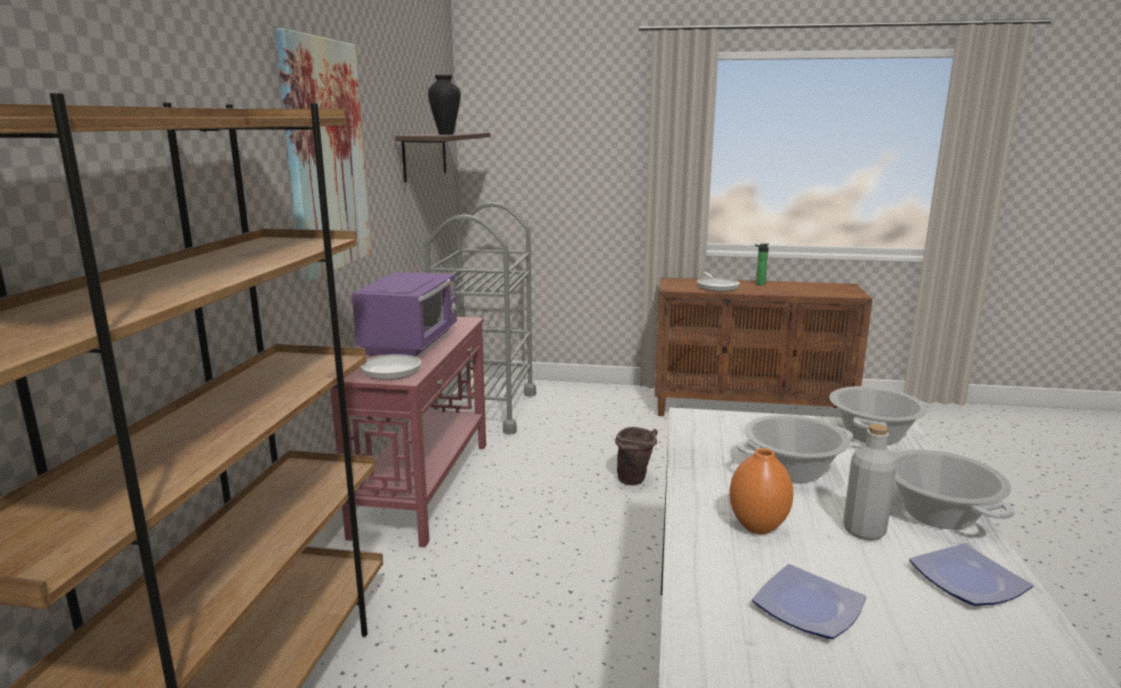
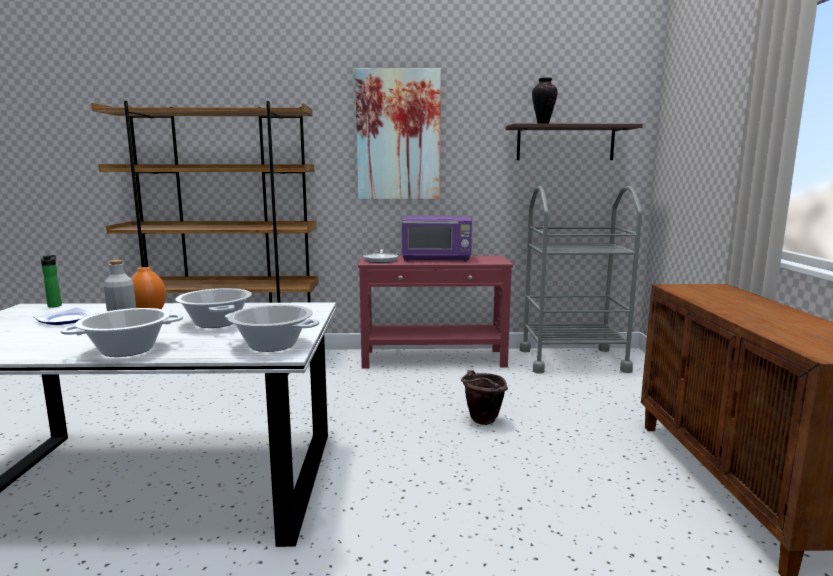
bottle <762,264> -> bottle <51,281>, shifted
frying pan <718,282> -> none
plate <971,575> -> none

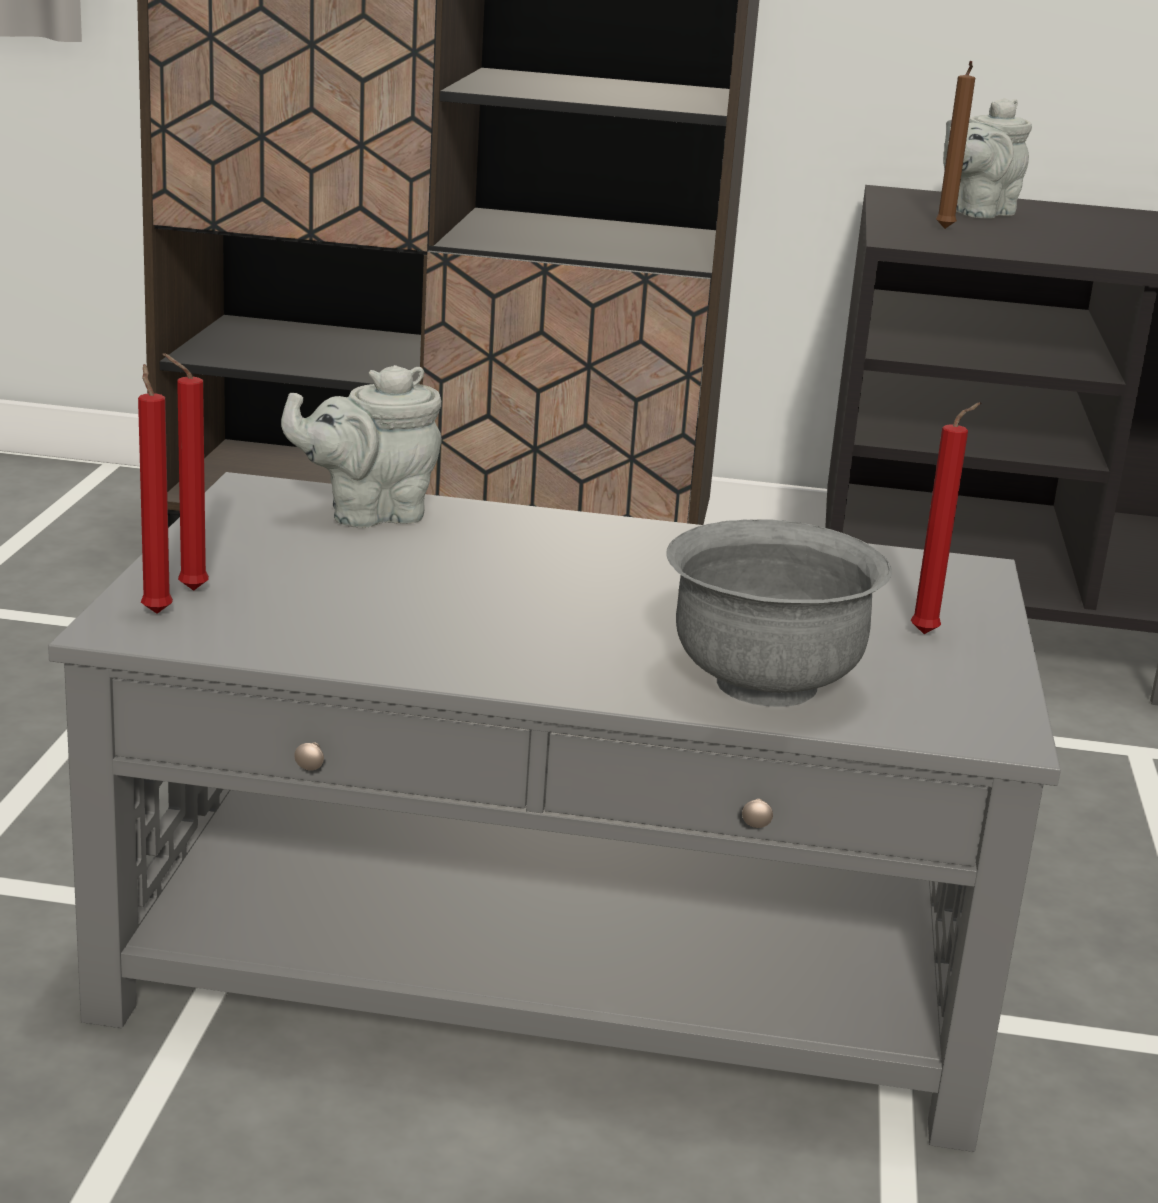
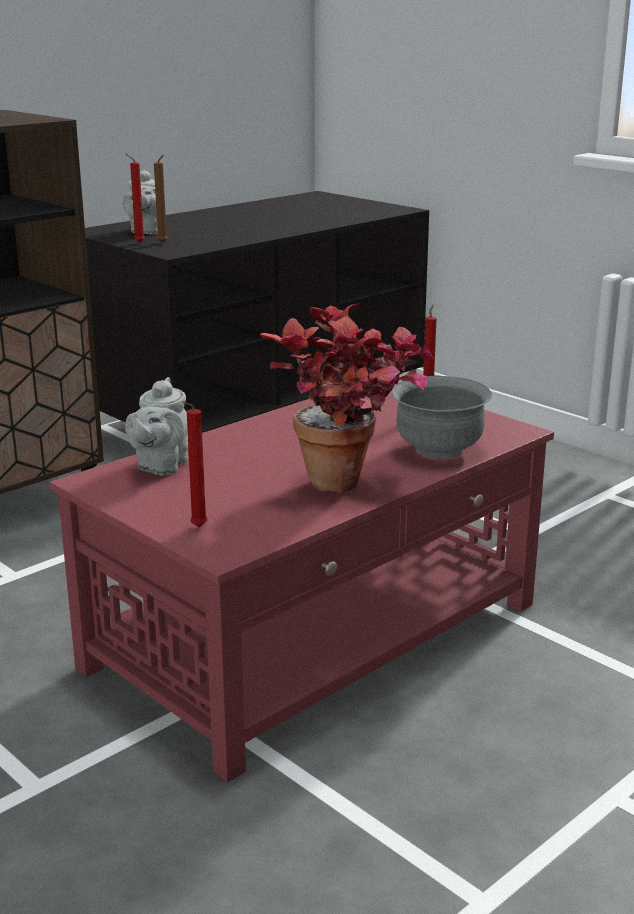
low table (grey) <554,812> -> low table (reddish) <301,582>
candle (reddish) <155,489> -> candle (reddish) <135,198>, shifted
none -> potted plant <346,397>

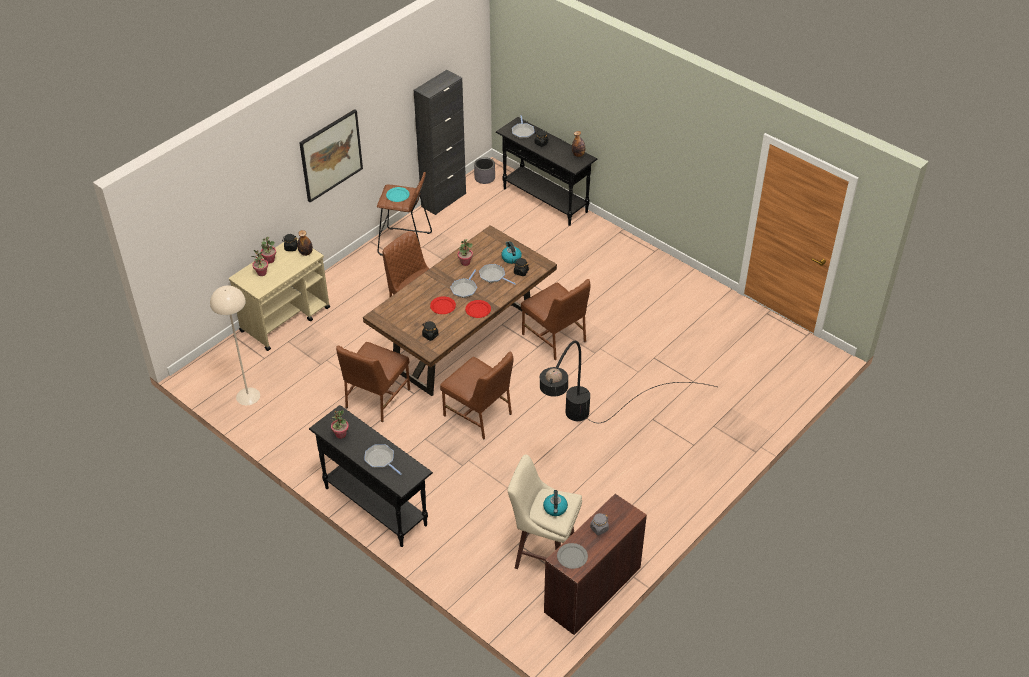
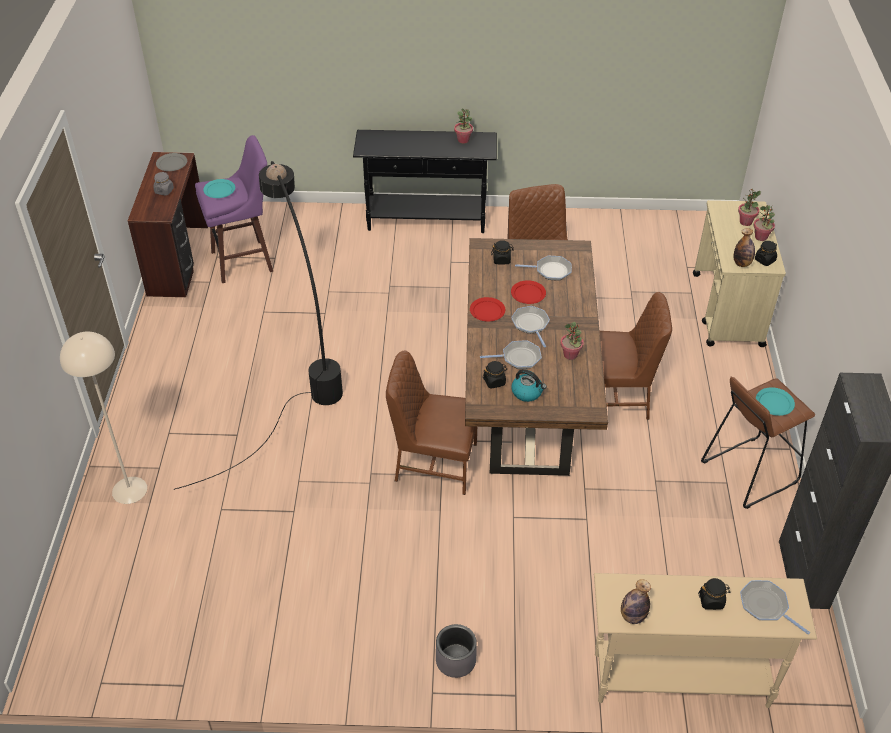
standing lamp (beige-coloured) <235,345> -> standing lamp (beige-coloured) <103,418>, shifted
sitting stool (beige-coloured) <545,511> -> sitting stool (purple) <234,209>
water kettle <555,503> -> plate (turquoise) <219,188>
flower pot (grey) <484,170> -> flower pot (grey) <456,651>, shifted
frying pan <383,459> -> frying pan <543,268>, shifted
hall table (black-coloured) <546,171> -> hall table (beige-coloured) <705,640>
picture <331,155> -> none
upright chair (brown) <477,395> -> none

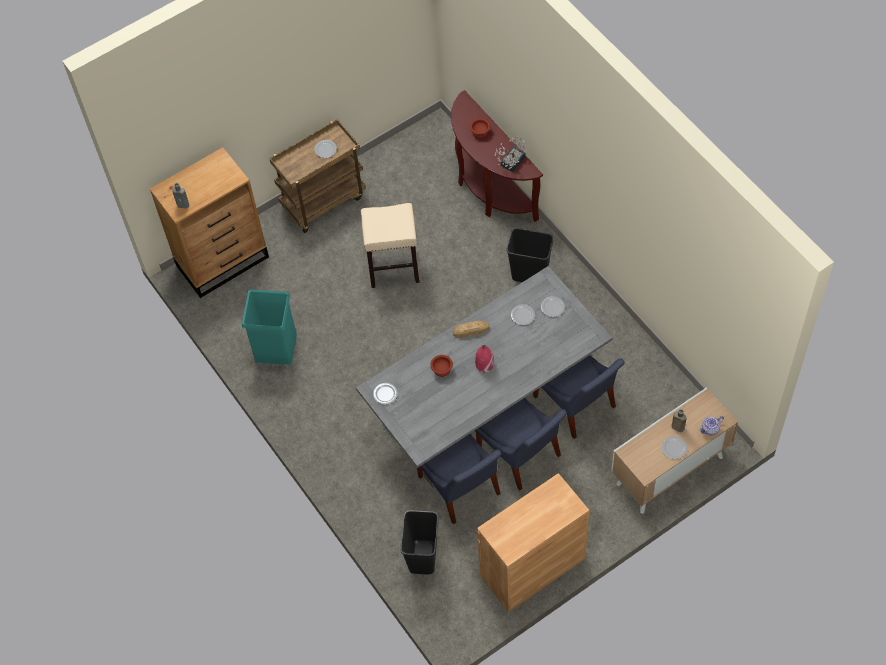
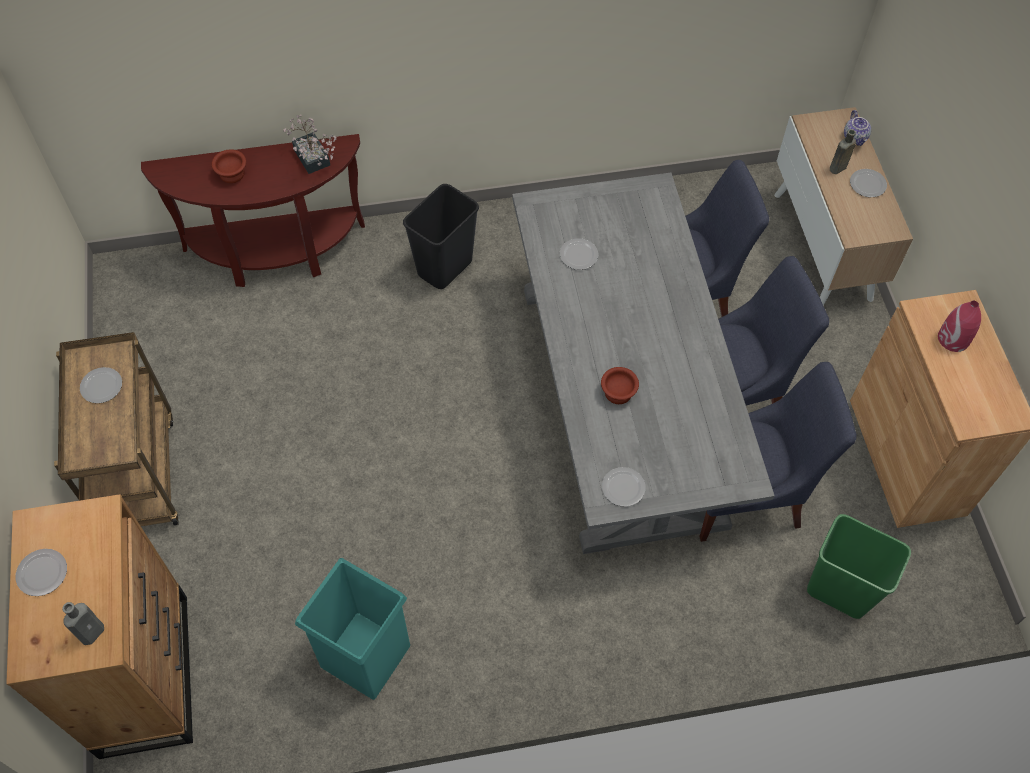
plate <553,306> -> plate <41,572>, shifted
rubbish bin (black-coloured) <419,542> -> rubbish bin (green) <859,566>
vase (reddish) <484,359> -> vase (reddish) <959,326>, shifted
sitting stool (beige-coloured) <390,245> -> none
bread <471,329> -> none

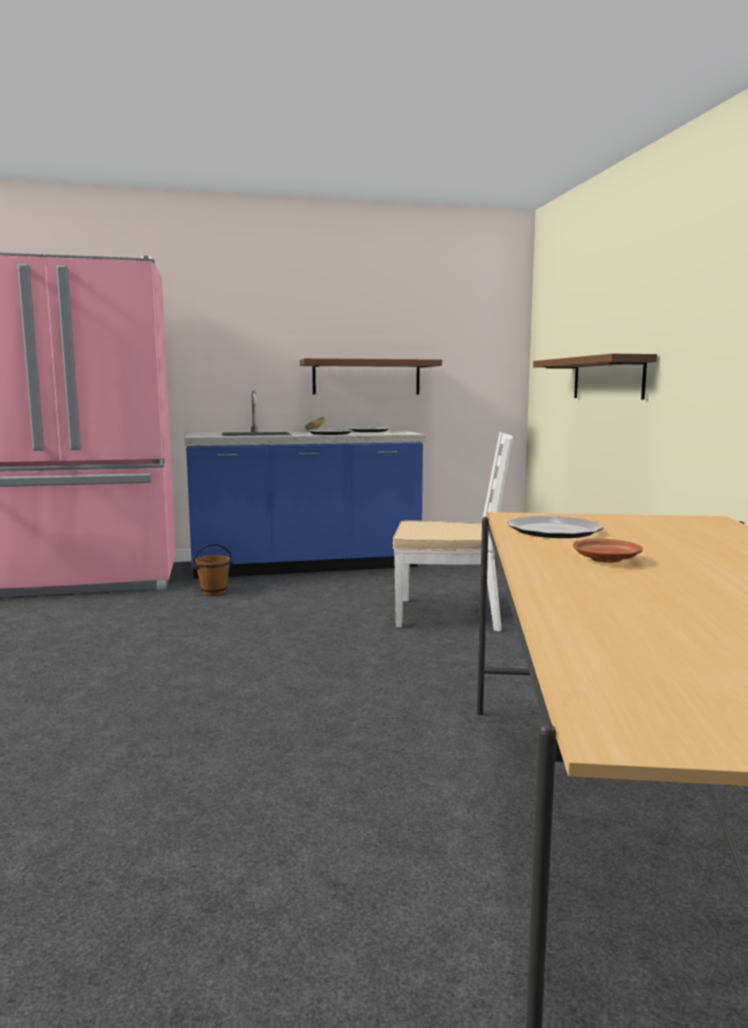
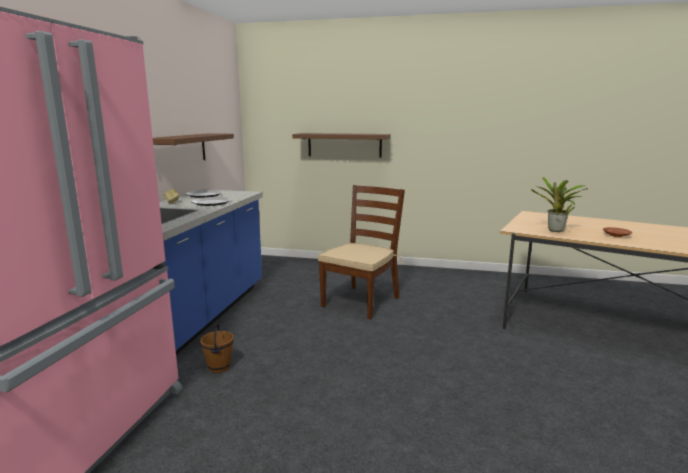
upright chair (white-coloured) <453,532> -> upright chair (brown) <361,252>
plate <555,527> -> potted plant <559,204>

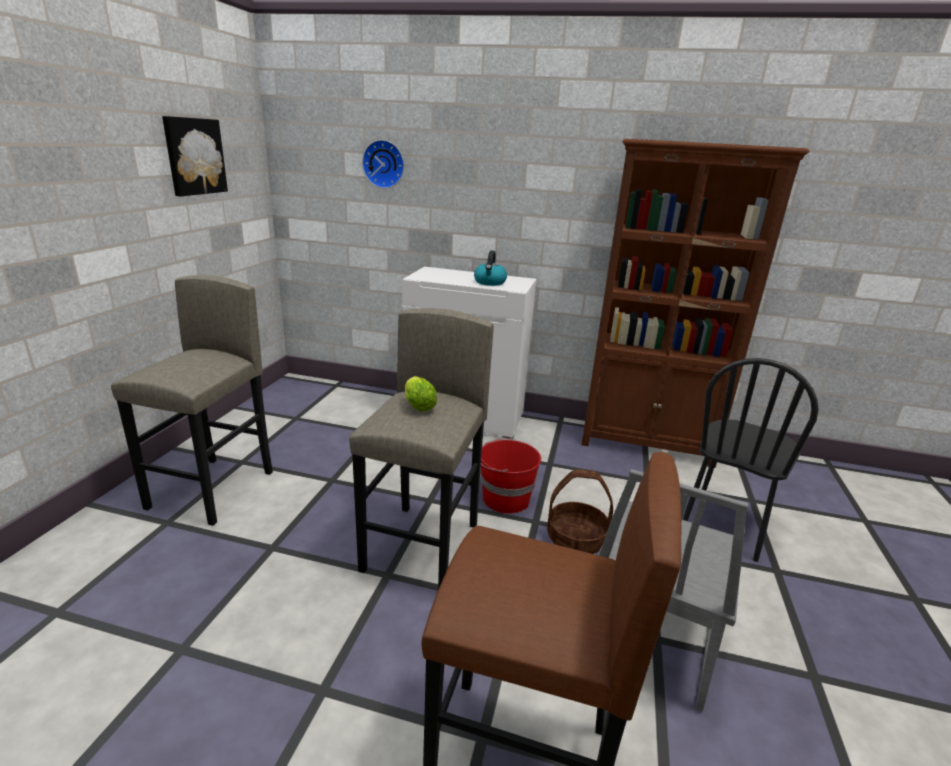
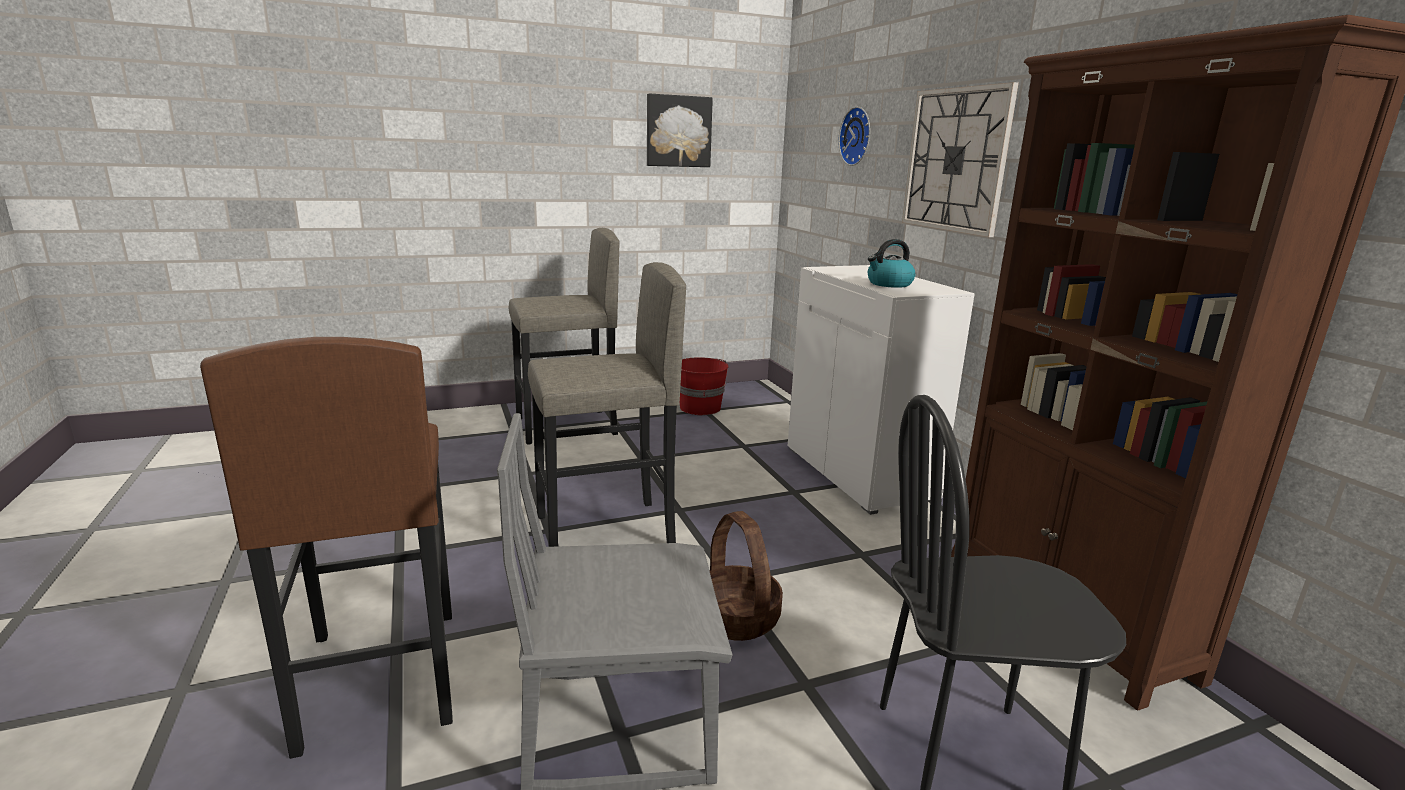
pail (reddish) <510,476> -> pail (reddish) <704,386>, shifted
none -> wall clock <960,159>
head of lettuce <421,393> -> none

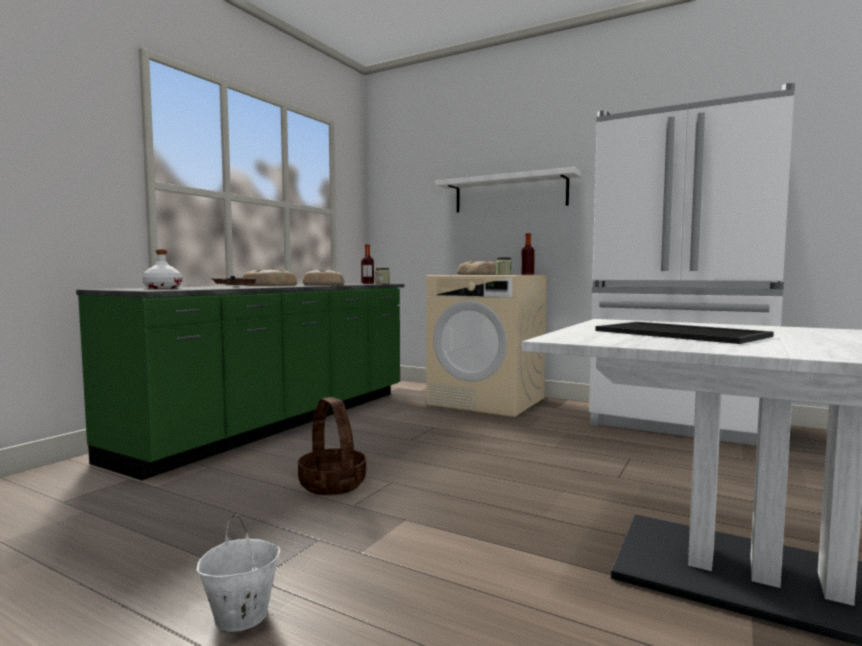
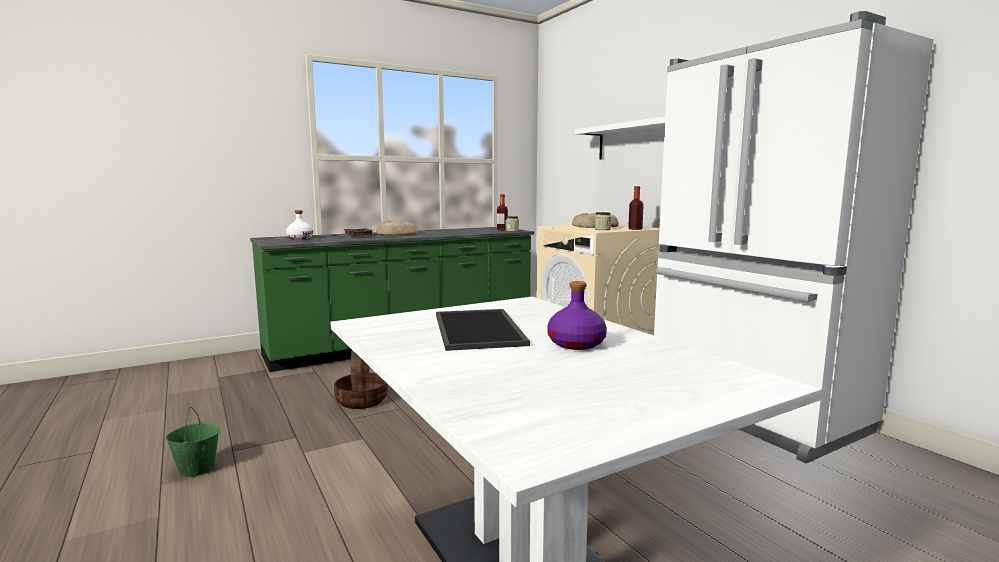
pail (white-coloured) <238,573> -> pail (green) <192,442>
none -> bottle (purple) <577,315>
bread <324,277> -> none

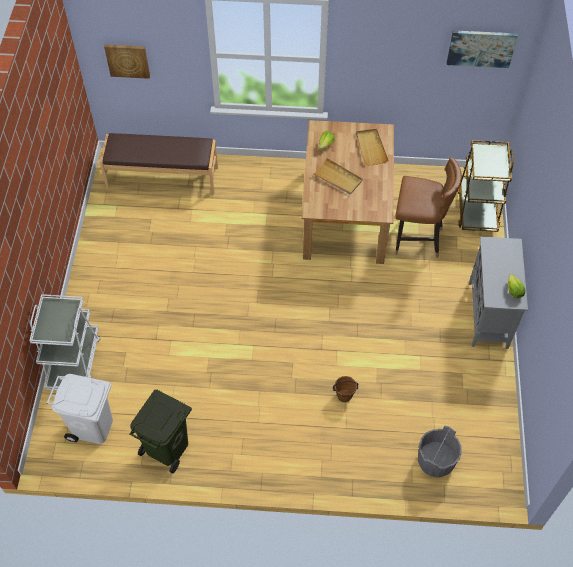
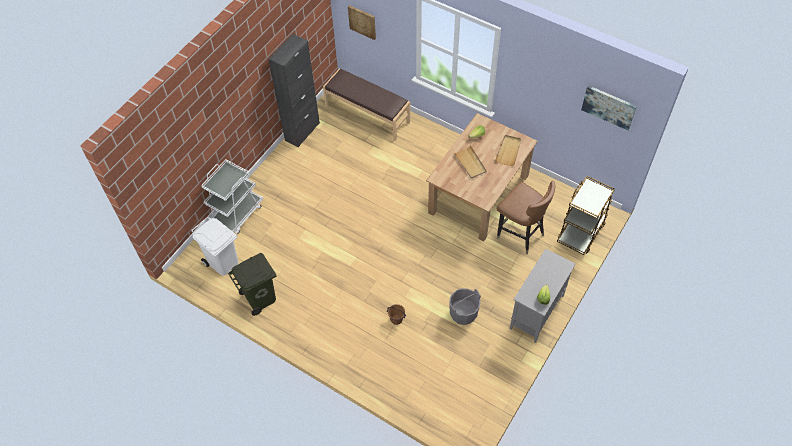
none -> cupboard (black-coloured) <294,91>
pail (grey) <440,451> -> pail (grey) <465,306>, shifted

